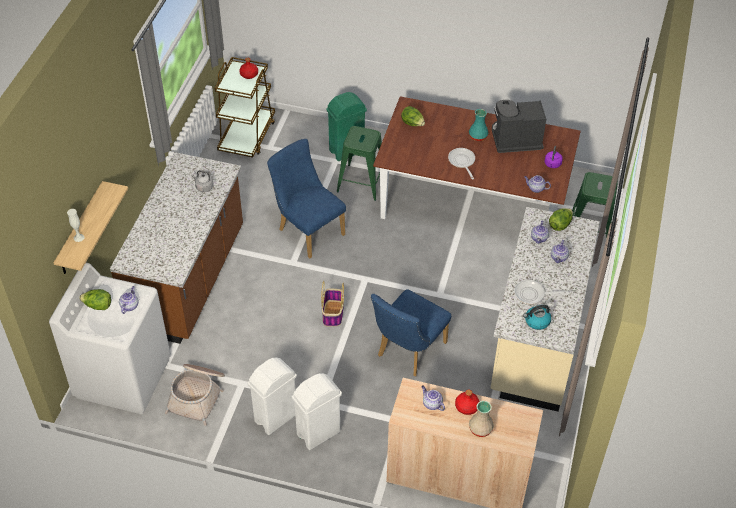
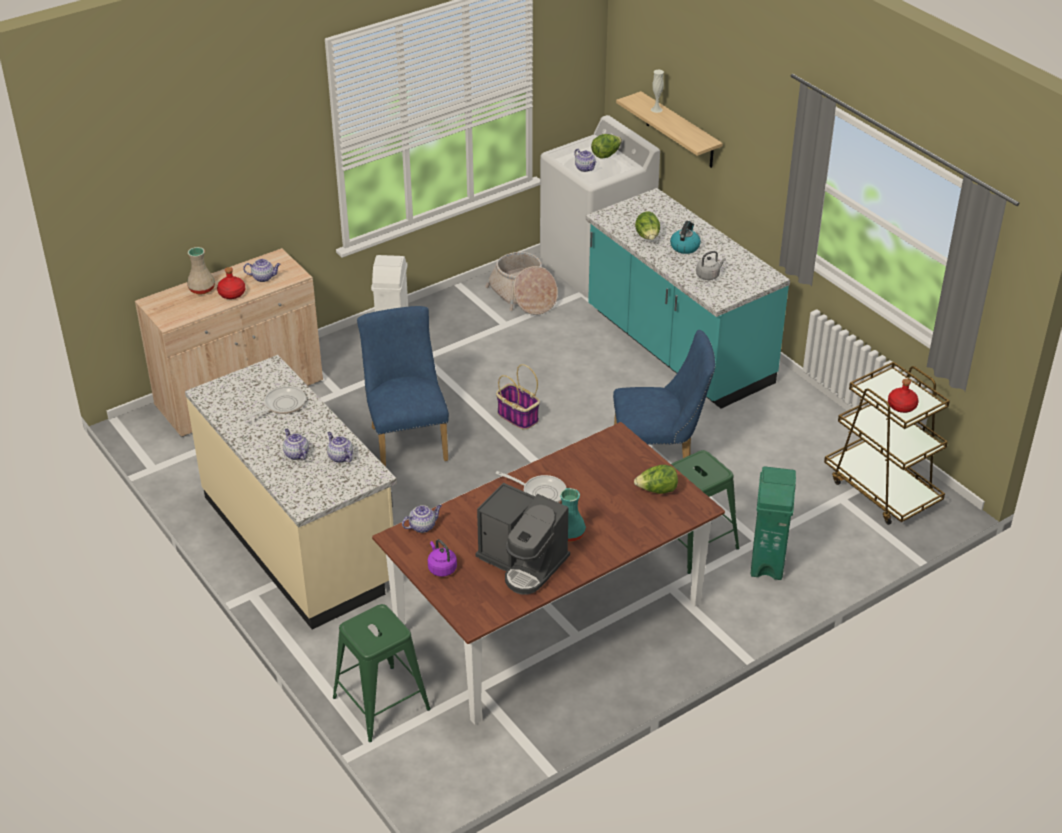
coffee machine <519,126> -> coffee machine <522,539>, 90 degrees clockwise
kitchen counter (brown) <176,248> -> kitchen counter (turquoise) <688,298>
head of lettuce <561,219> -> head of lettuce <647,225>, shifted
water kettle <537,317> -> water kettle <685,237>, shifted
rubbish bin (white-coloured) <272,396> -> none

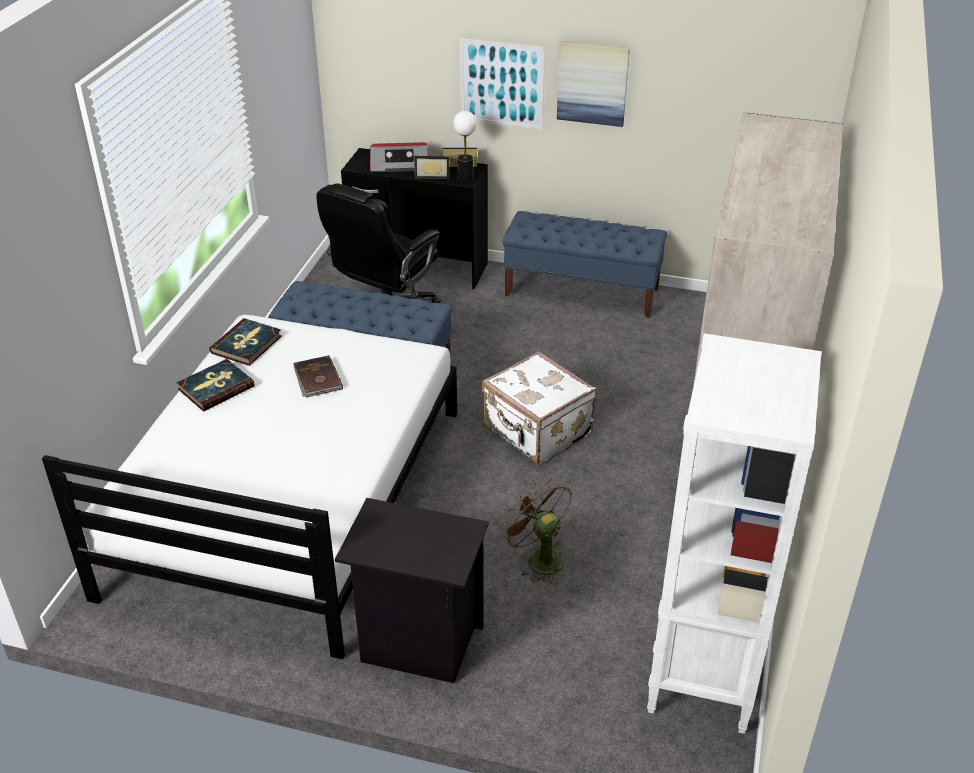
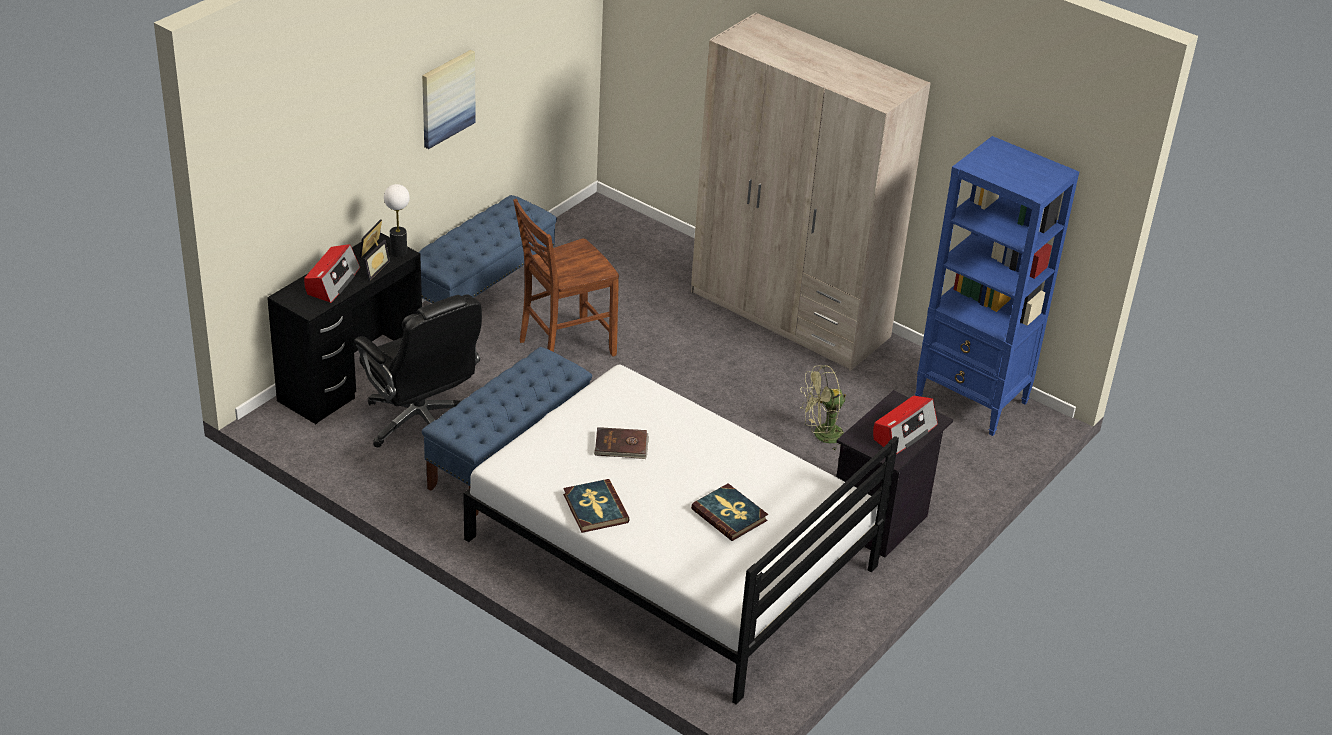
none -> upright chair (brown) <566,278>
bound book <246,342> -> bound book <729,512>, shifted
fan (brown) <536,531> -> fan (green) <823,408>
none -> radio receiver <905,425>
bookcase (white-coloured) <734,533> -> bookcase (bluish) <997,286>
picture <502,84> -> none
suitcase (white-coloured) <539,408> -> none

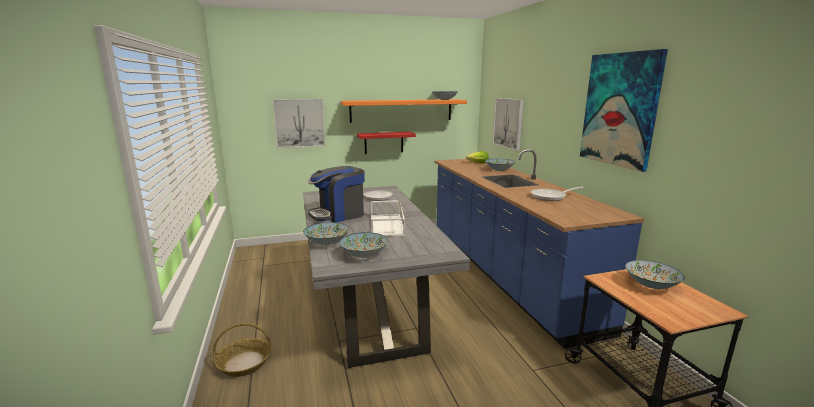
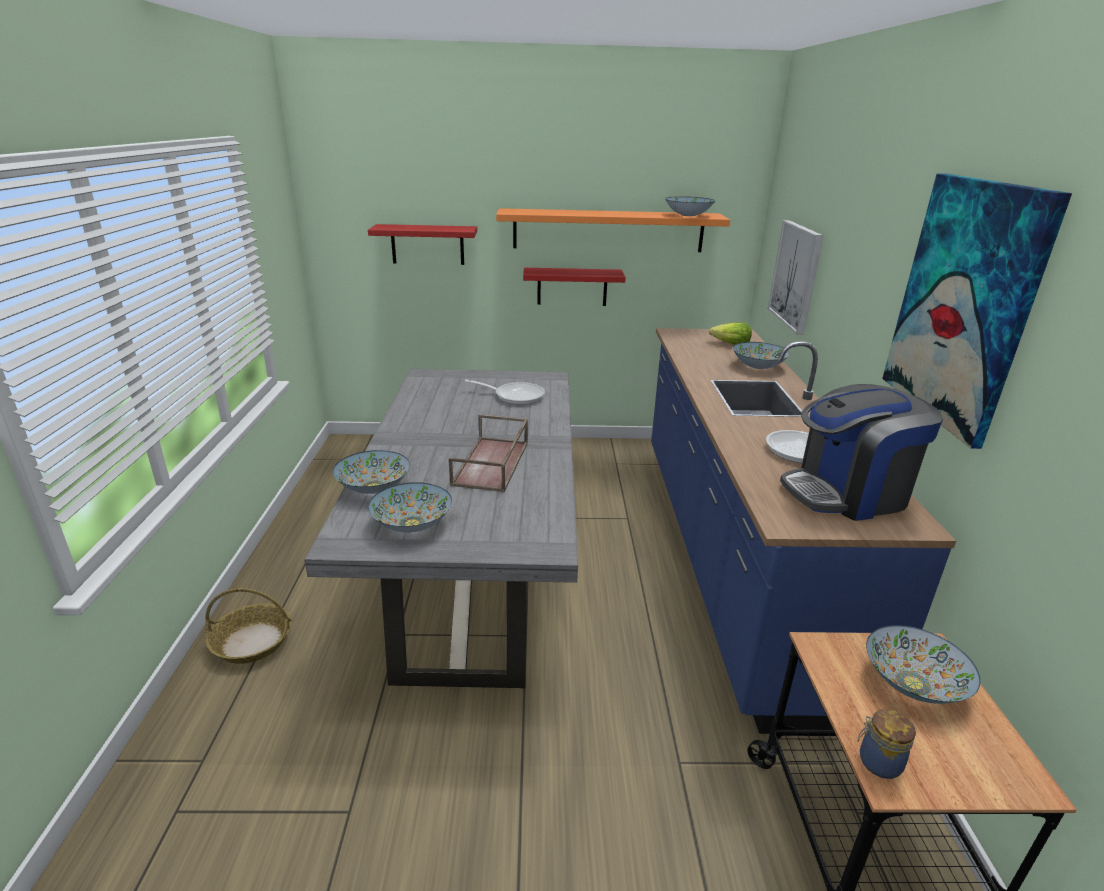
picture <299,123> -> wall shelf (reddish) <422,244>
carrying tray (white-coloured) <388,218> -> carrying tray (brown) <488,453>
coffee machine <336,194> -> coffee machine <861,452>, shifted
none -> preserve jar <886,744>

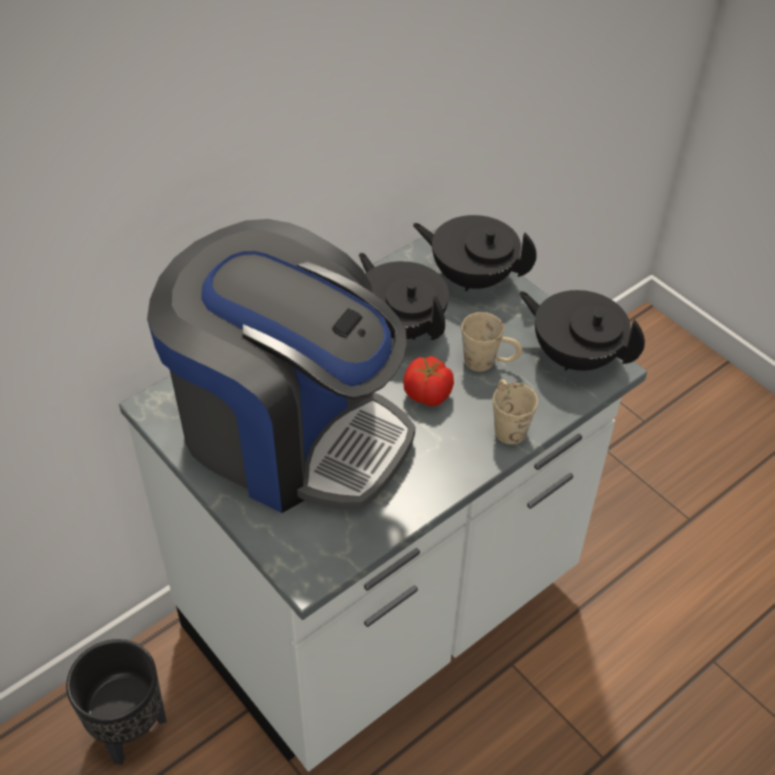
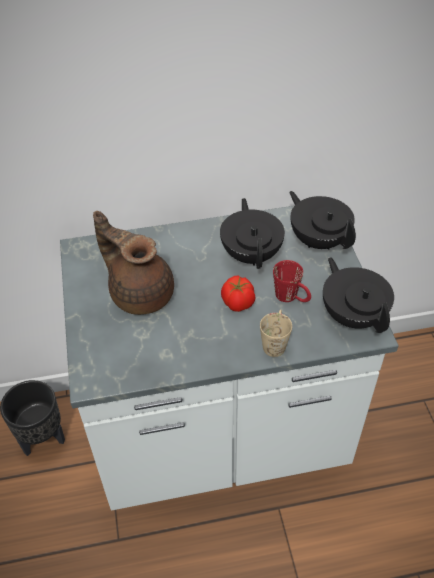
coffee machine <281,366> -> teapot (brown) <133,263>
mug (beige-coloured) <491,342> -> mug (reddish) <292,281>

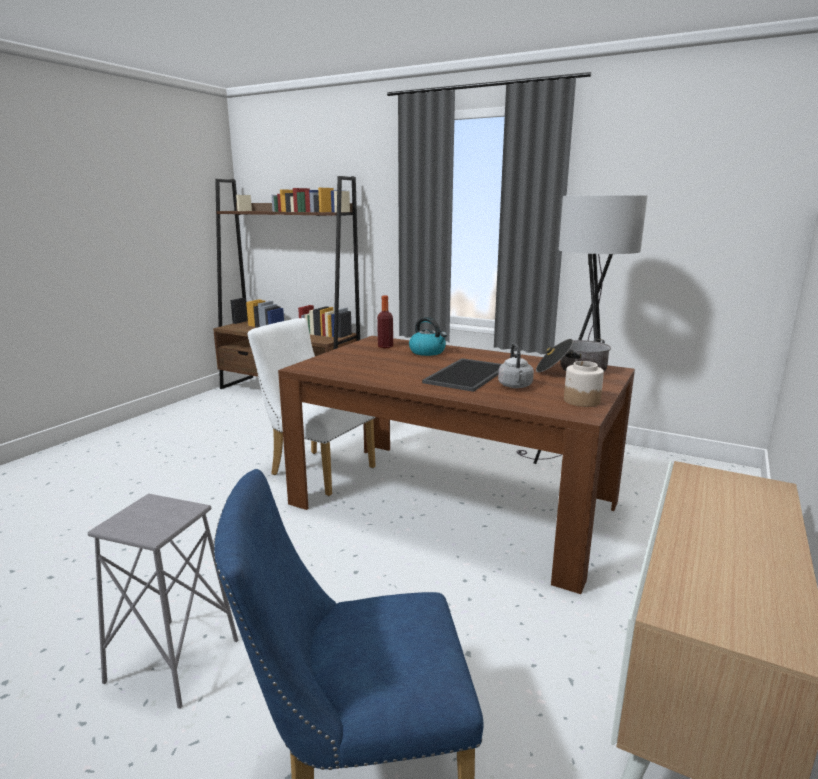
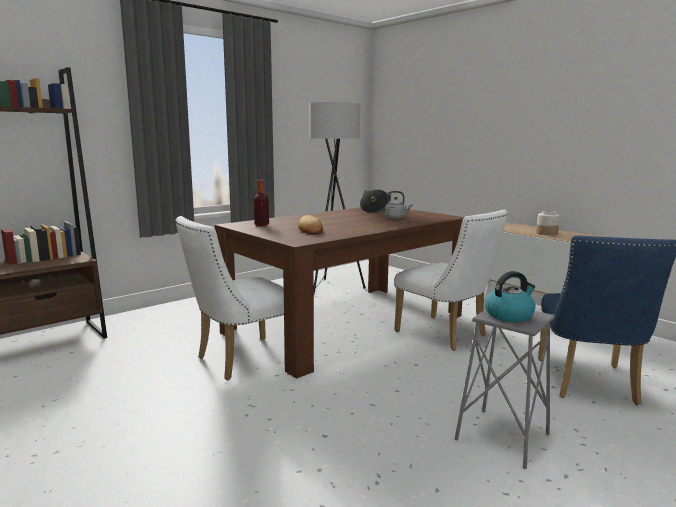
none -> bread <310,224>
none -> upright chair (white-coloured) <451,280>
water kettle <428,336> -> water kettle <510,296>, shifted
preserve jar <584,384> -> preserve jar <548,222>, shifted
carrying tray <462,375> -> none

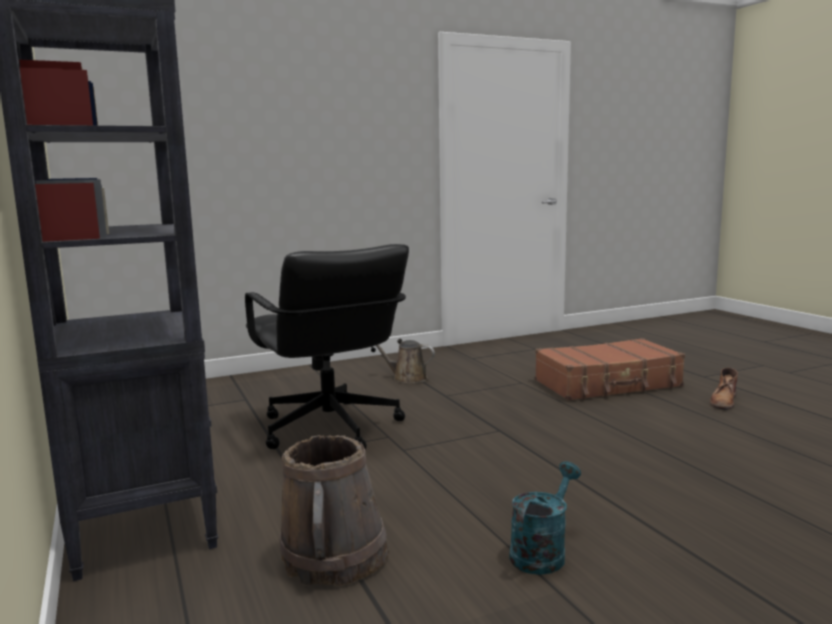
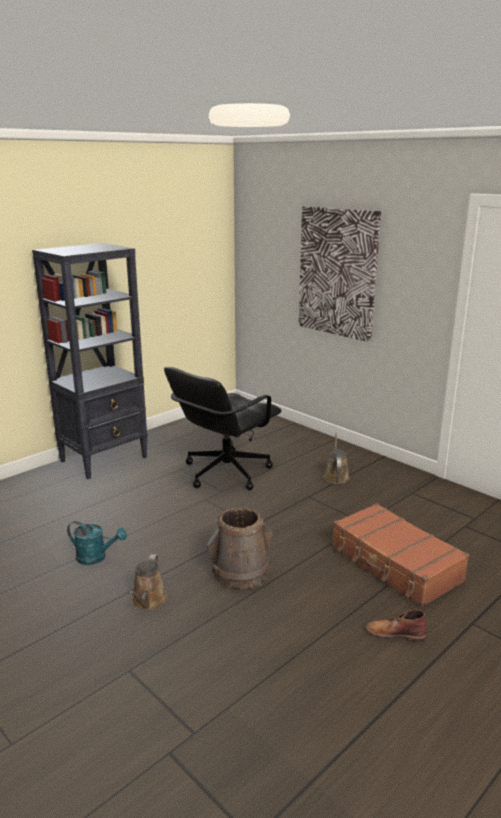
none -> sprinkling can (brown) <148,582>
pail (brown) <334,510> -> pail (brown) <239,549>, shifted
none -> picture <340,274>

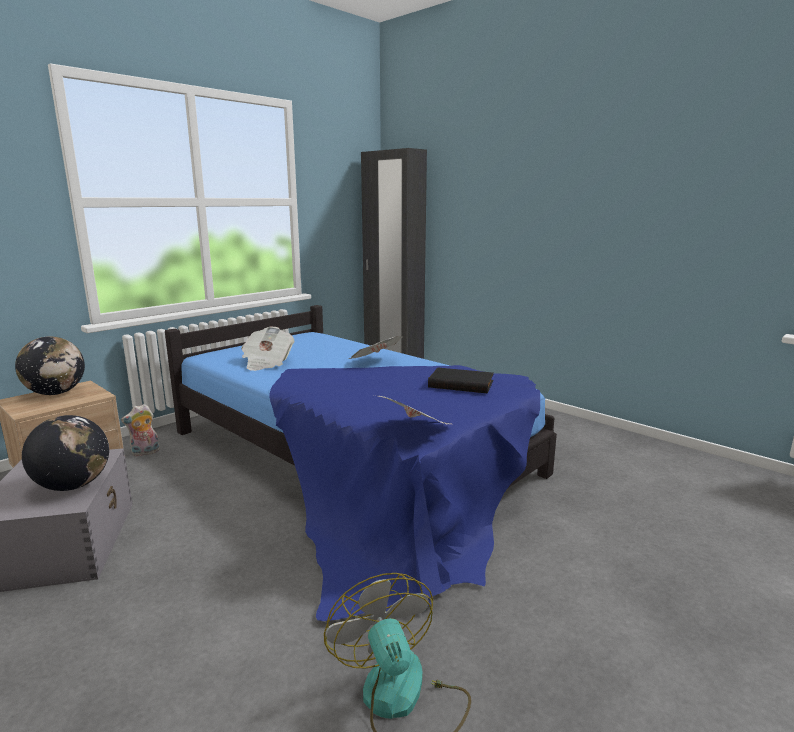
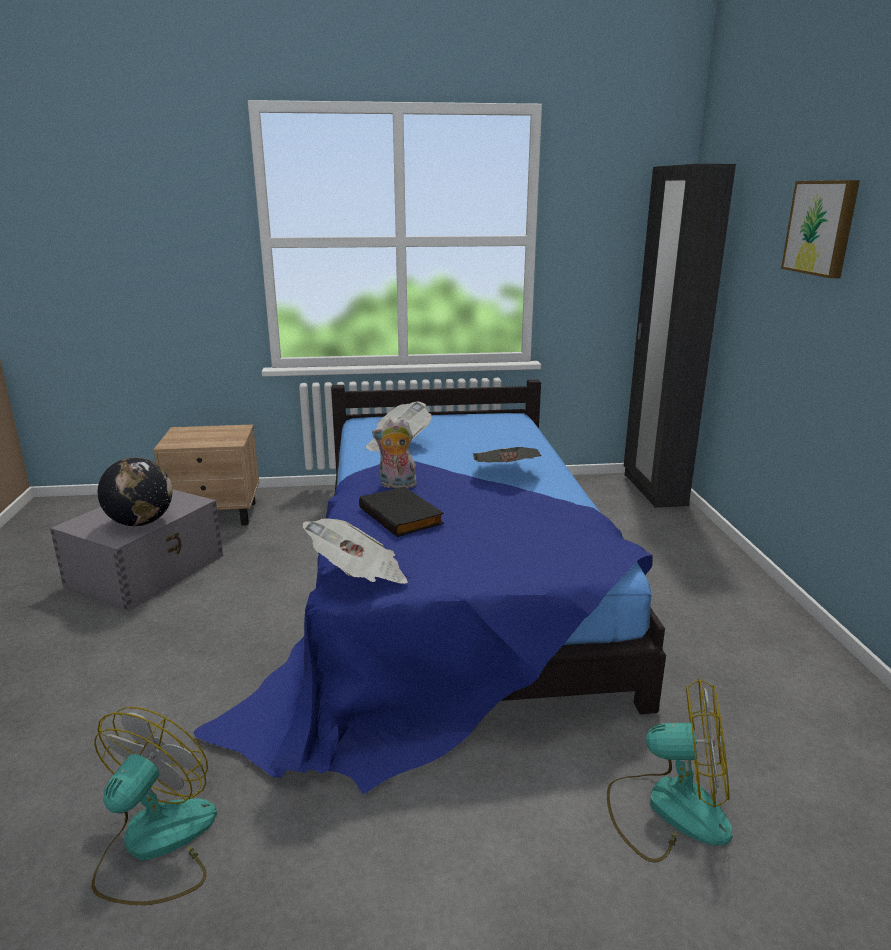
bound book (black-coloured) <461,380> -> bound book (black-coloured) <401,511>, shifted
plush toy <140,430> -> plush toy <394,453>, shifted
none -> fan <670,770>
none -> picture <820,229>
desk globe <50,365> -> none

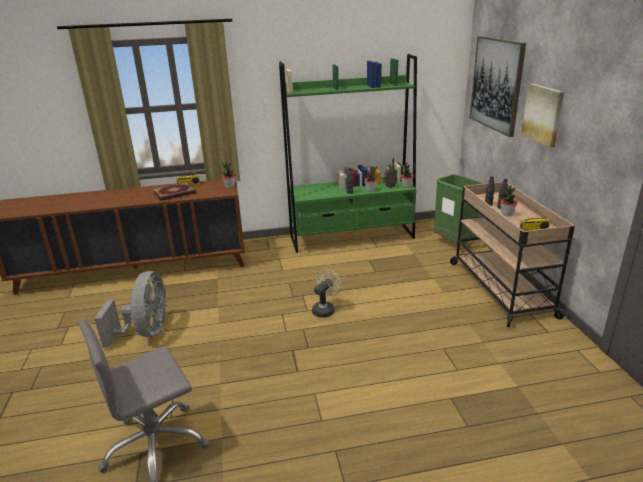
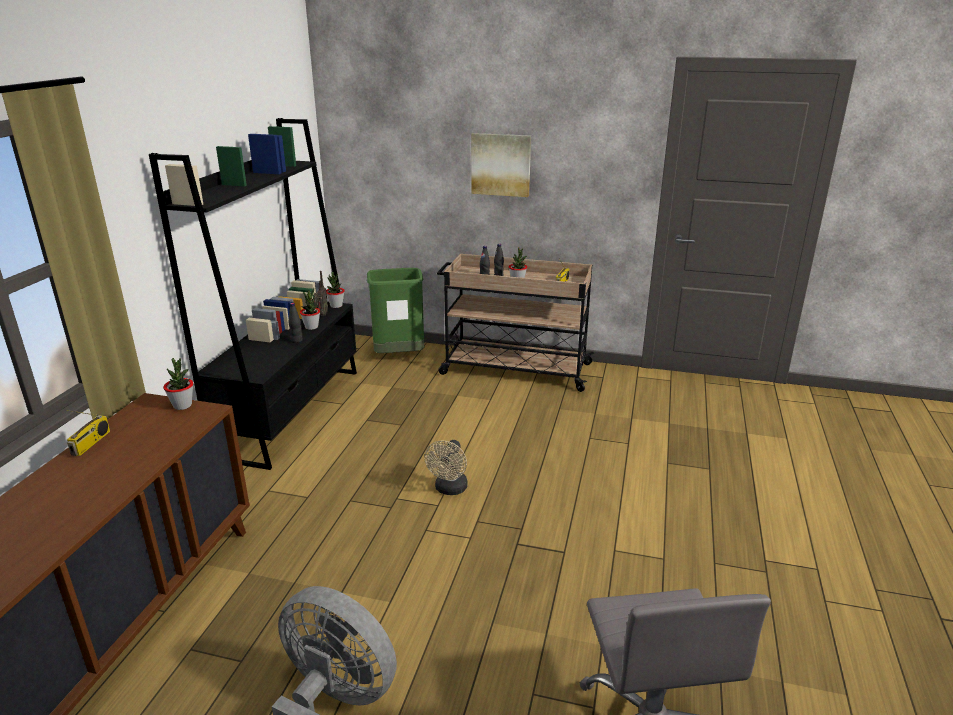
bookcase (green) <348,153> -> bookcase (black-coloured) <253,294>
fan (beige-coloured) <327,293> -> fan (beige-coloured) <446,467>, 135 degrees counterclockwise
bound book <174,191> -> none
picture <498,86> -> none

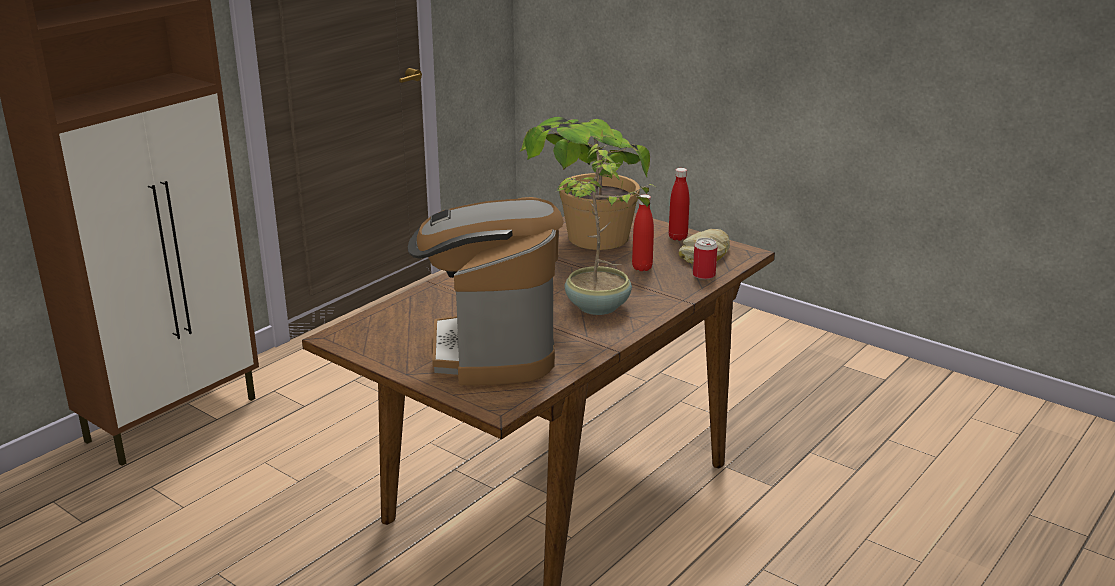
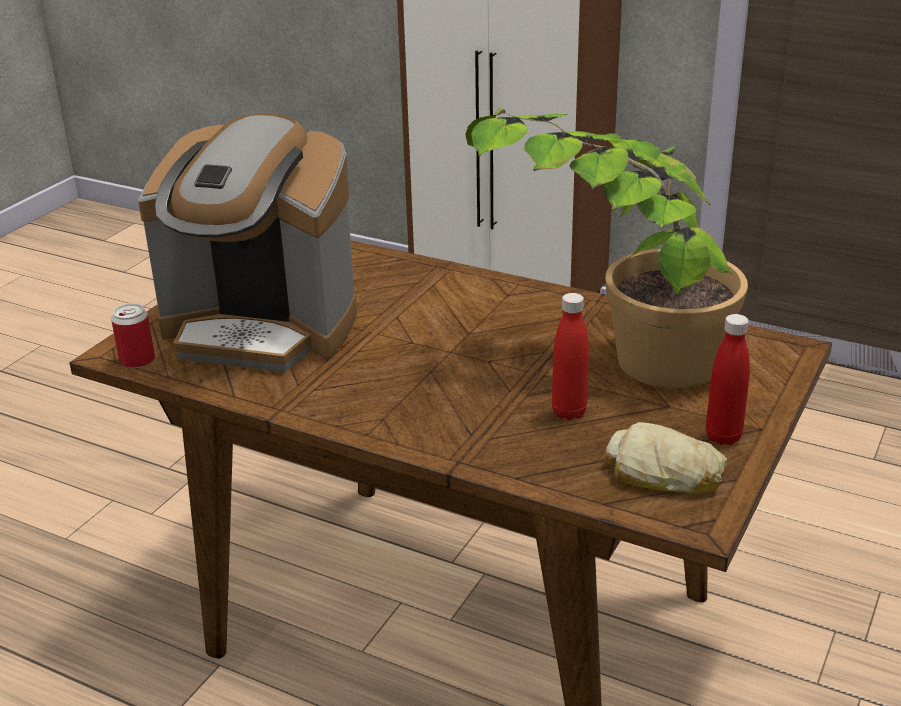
sealed can <705,259> -> sealed can <133,335>, shifted
coffee machine <486,291> -> coffee machine <247,242>, 150 degrees counterclockwise
potted plant <605,229> -> none

